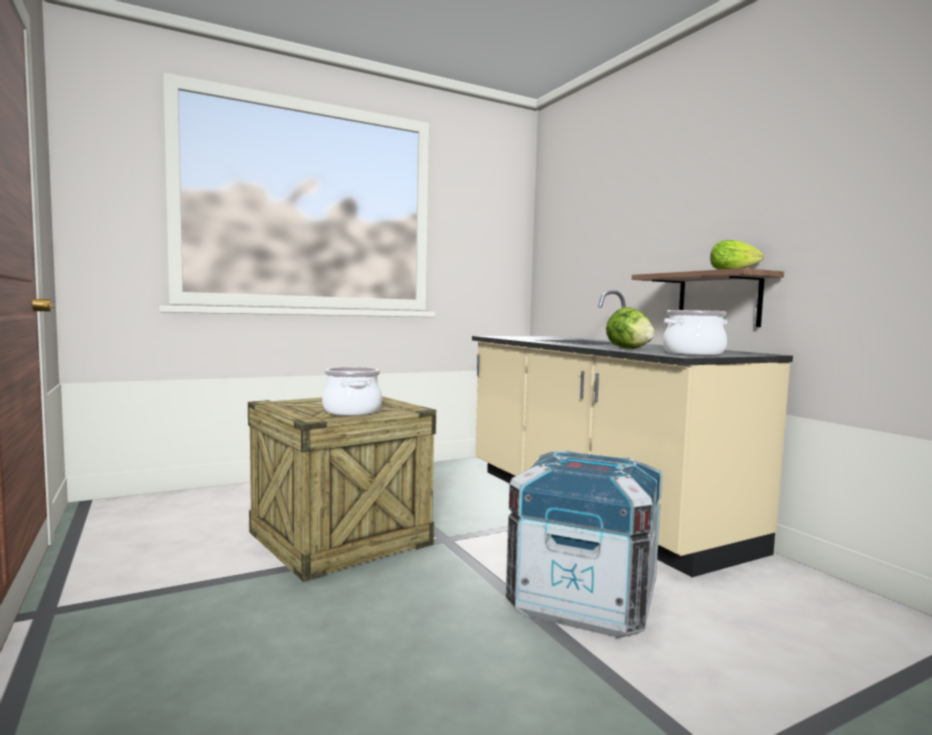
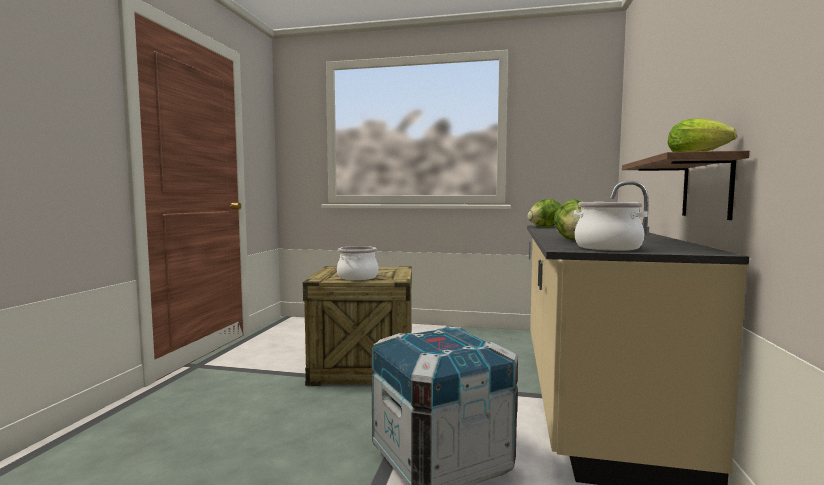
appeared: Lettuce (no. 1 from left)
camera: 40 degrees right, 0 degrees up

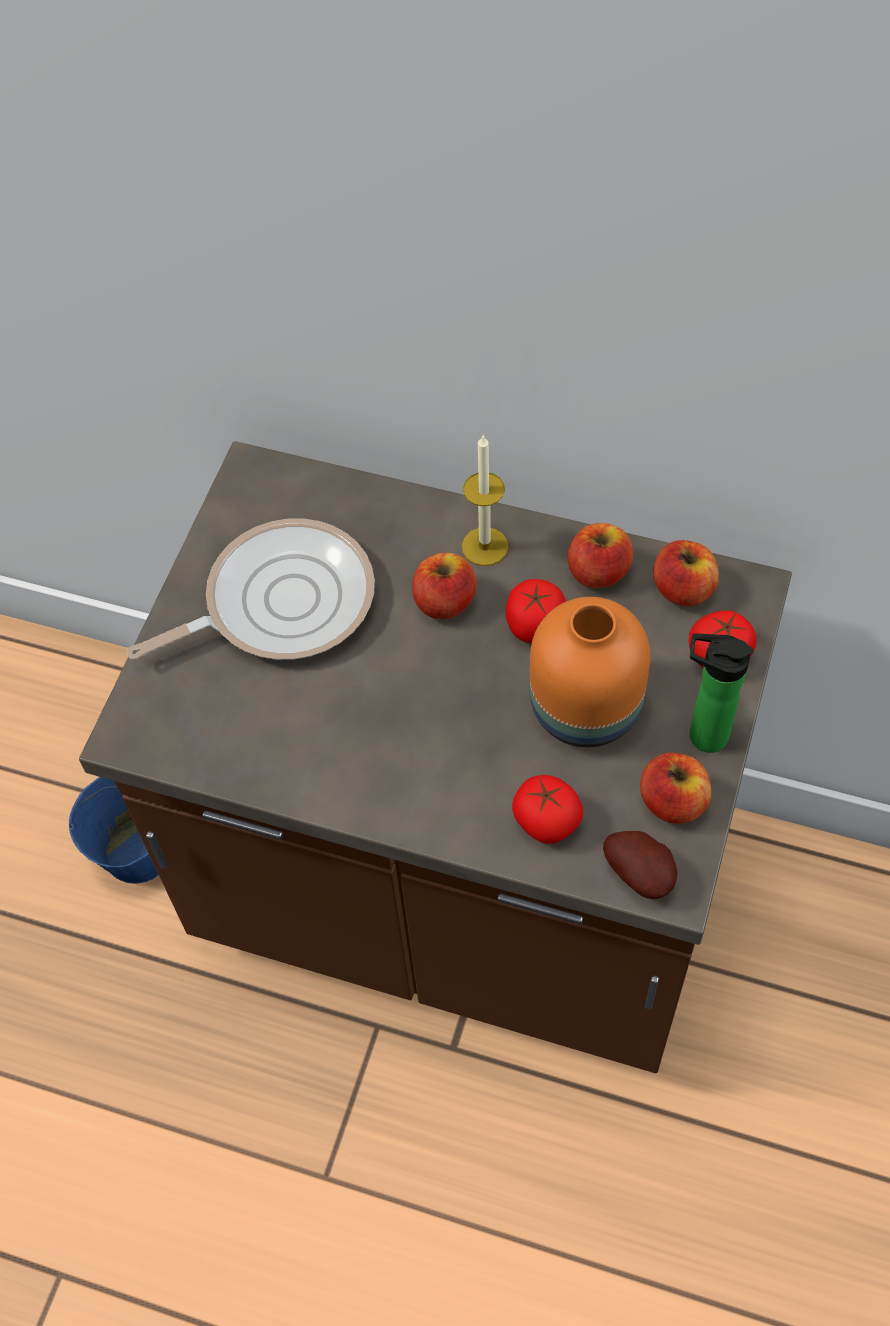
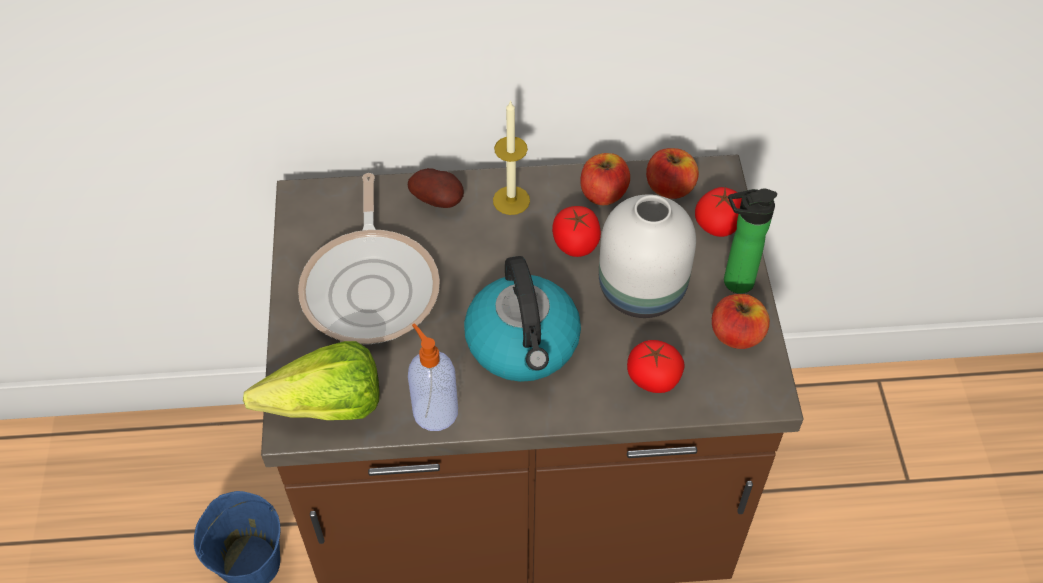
missing: AppleFruit (no. 1 from left)
appeared: Lettuce; SoapDispenser; TeaKettle
relocated: WholePotato
colour: OrangeColouredFlowerVase to WhiteFlowerVase
spun: Pan 135 degrees clockwise
camera: 25 degrees left, 5 degrees down

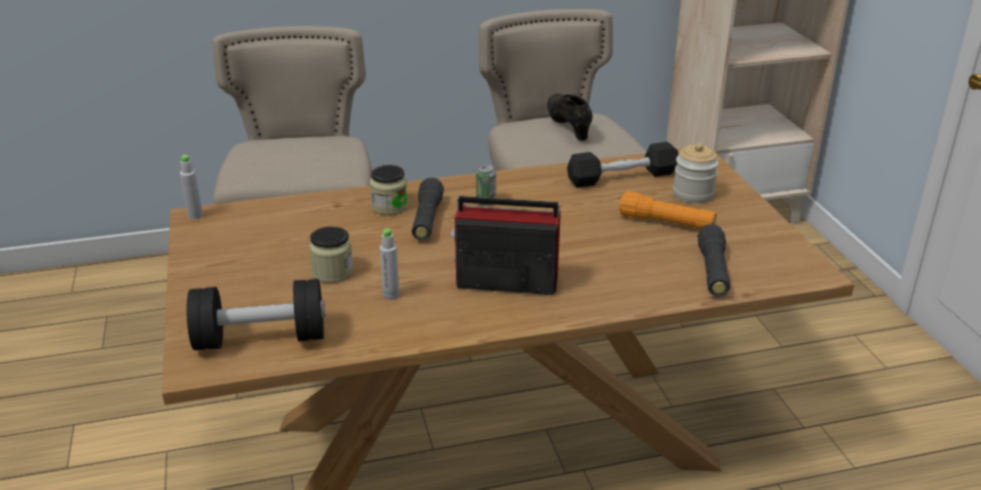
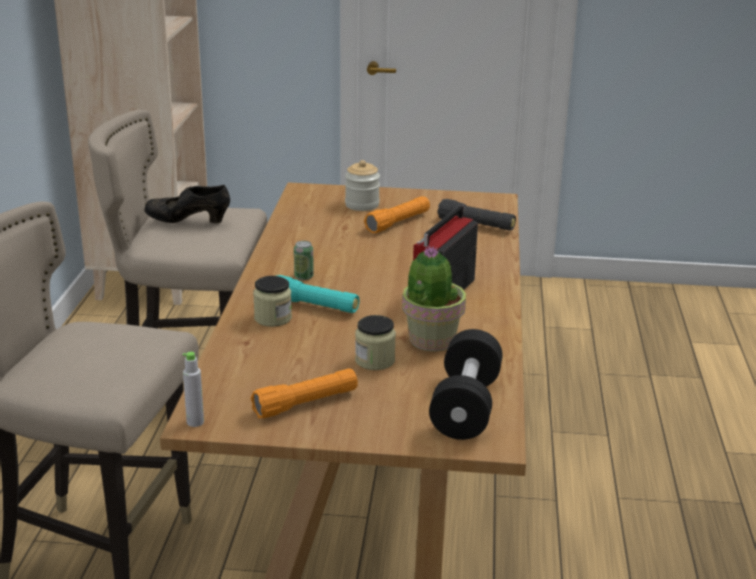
missing: BlackColouredDumbbell (no. 2 from left)
appeared: OrangeColouredHandTorch (no. 1 from left)
exchanged: GrayDrinkBottle (no. 2 from left) to PottedPlant
colour: BlackColouredHandTorch (no. 1 from left) to TurquoiseHandTorch
camera: 70 degrees left, 5 degrees down

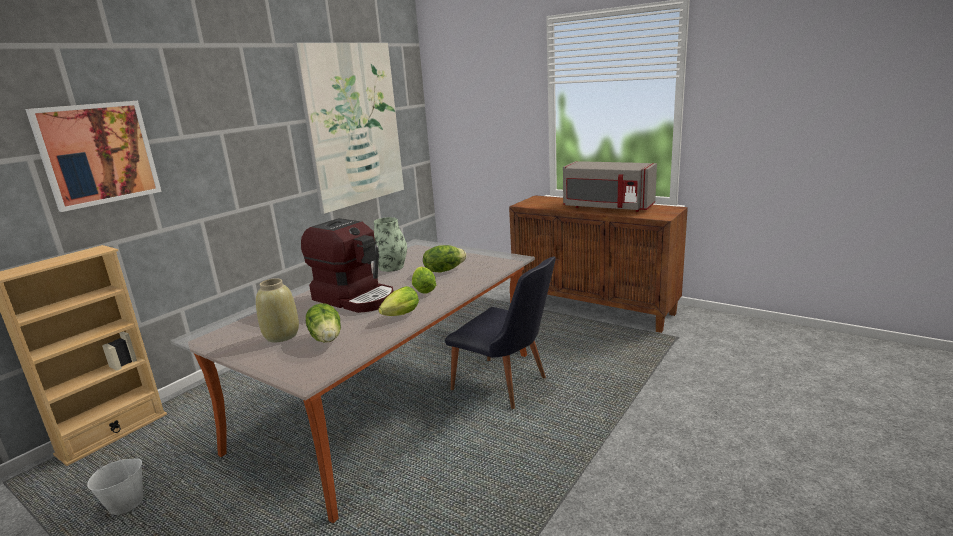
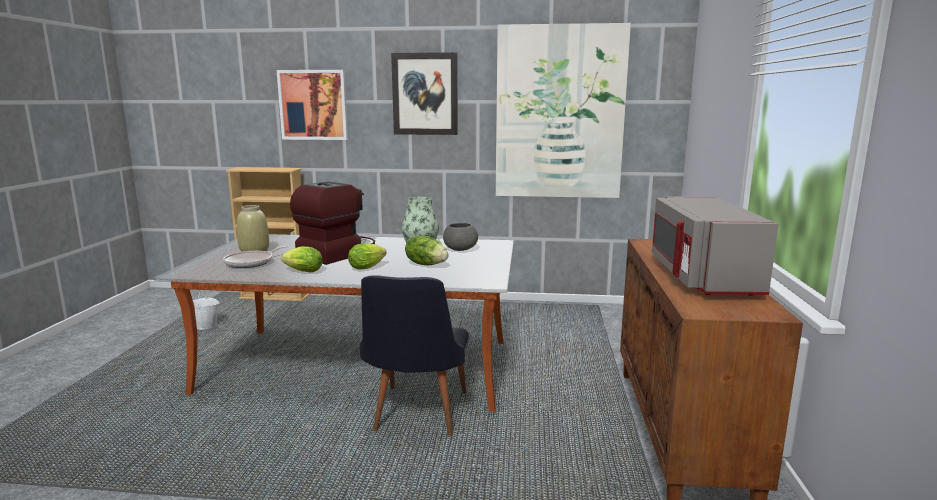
appeared: Picture (no. 2 from left); GrayServingBowl
exchanged: Lettuce (no. 1 from left) to Pan
spun: CoffeeMaker 150 degrees counterclockwise
camera: 60 degrees right, 5 degrees down

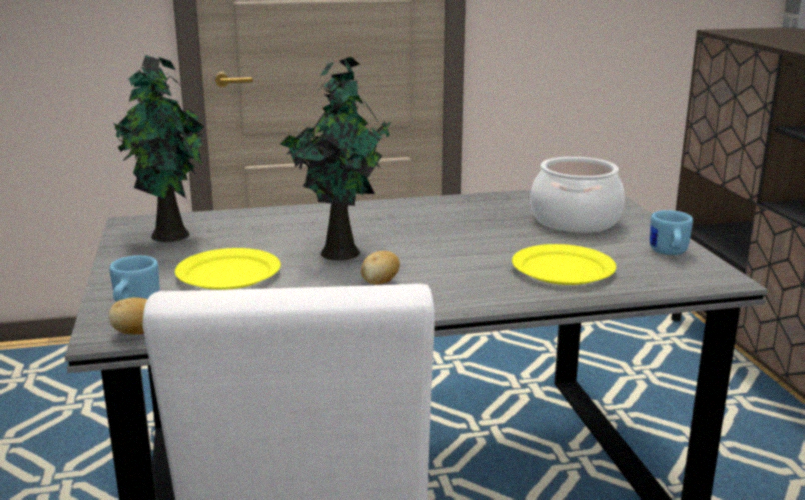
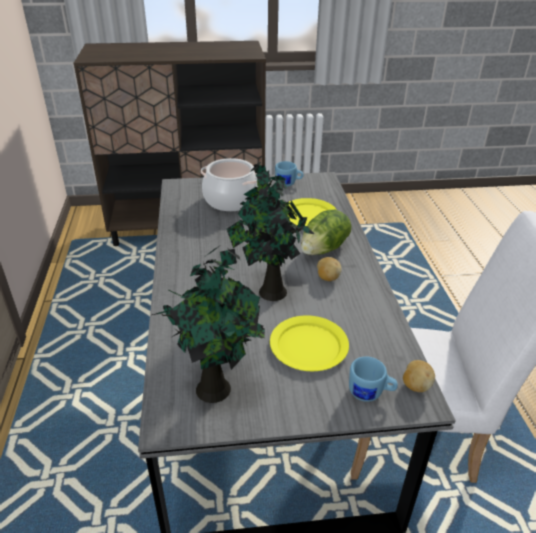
appeared: Lettuce
camera: 85 degrees left, 15 degrees up

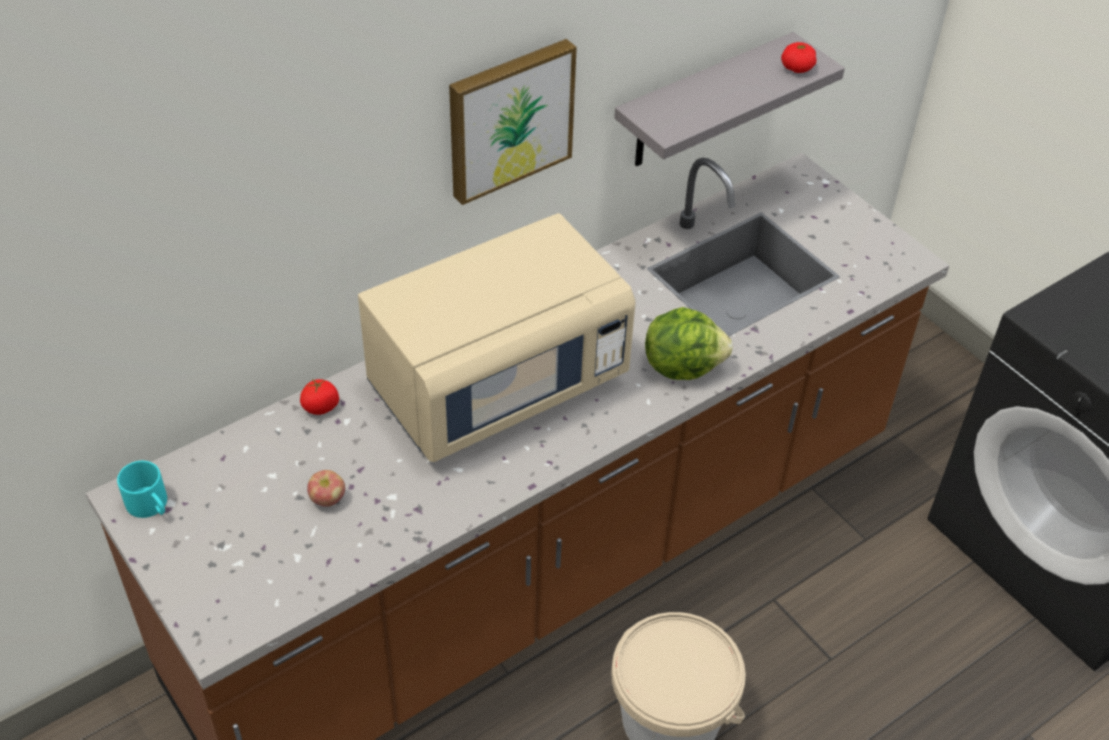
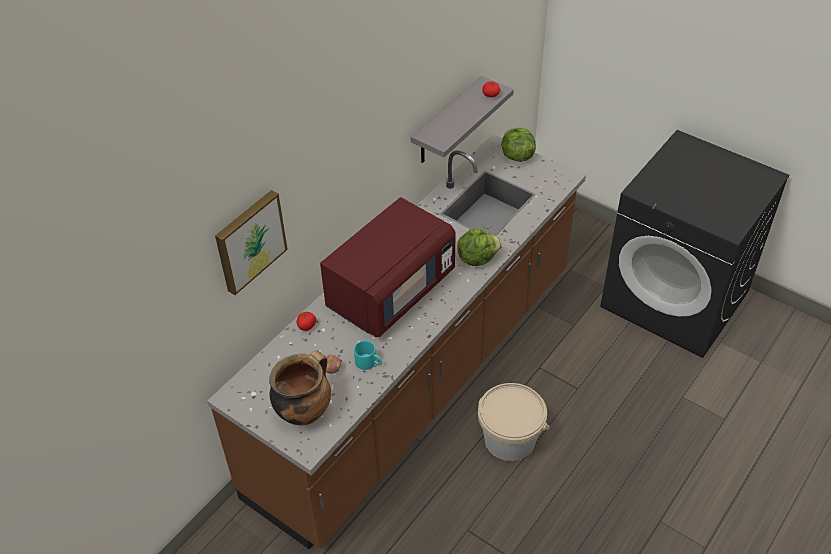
appeared: Saucepot; Lettuce (no. 2 from left)
relocated: TurquoiseMug; Picture
colour: SandColouredMicrowave to ReddishMicrowave
camera: 15 degrees left, 0 degrees up

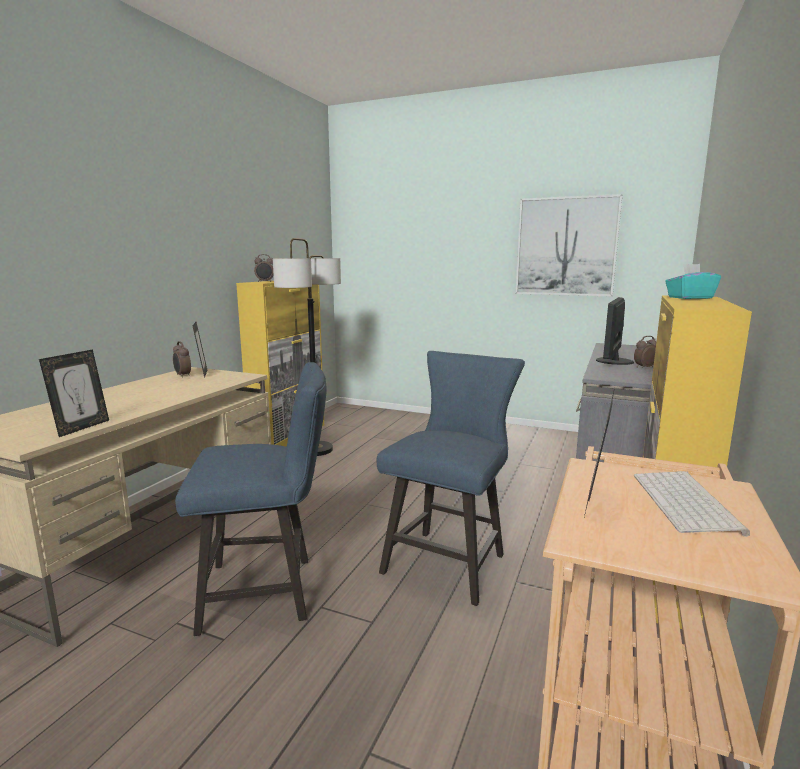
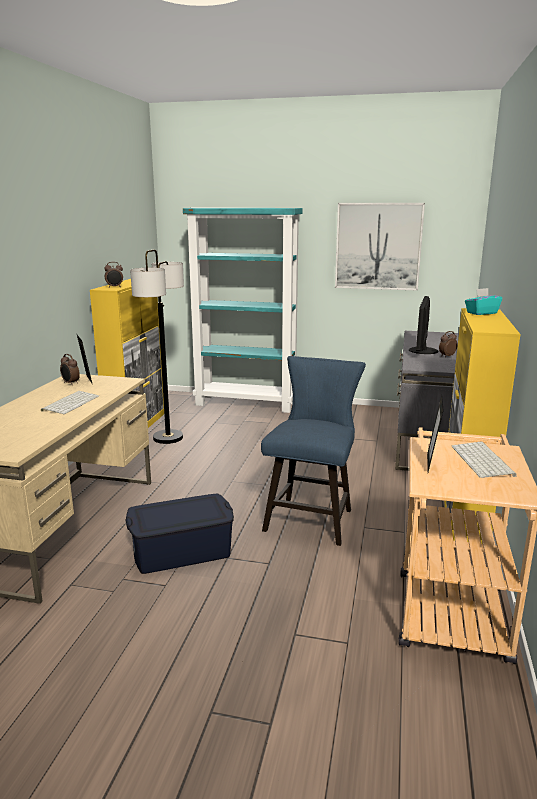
missing: StandingFrame (no. 1 from left)
appeared: Keyboard (no. 1 from left); TurquoiseBookcase
exchanged: BluishPlainChair (no. 1 from left) to BluishStorageBox
camera: 10 degrees left, 5 degrees up

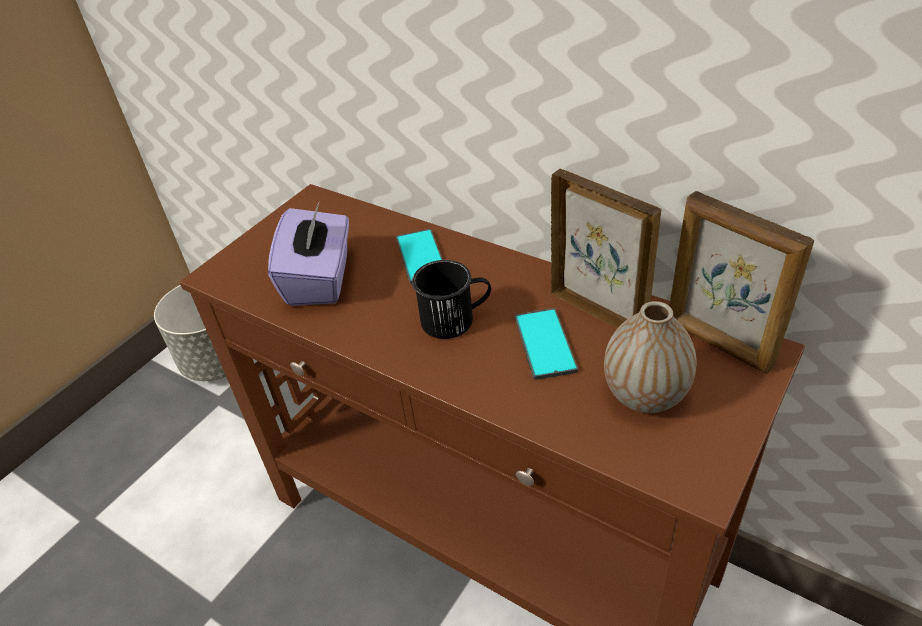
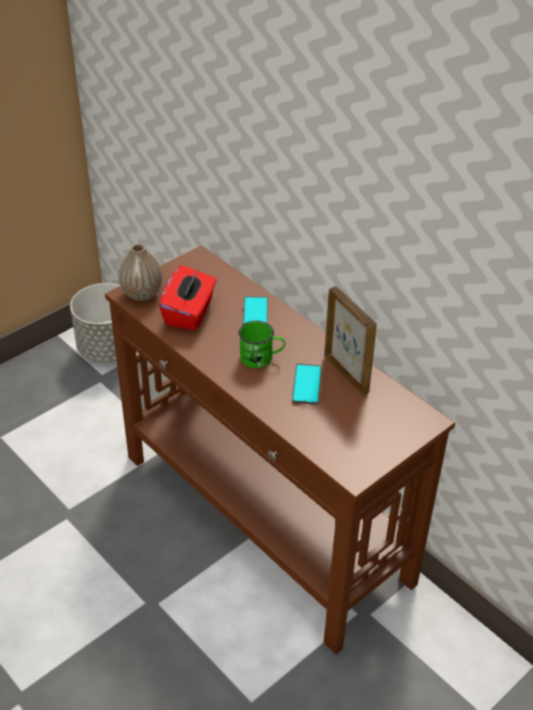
missing: StandingFrame (no. 2 from left)
relocated: FlowerVase
colour: PurpleColouredTissueBox to ReddishTissueBox; BlackColouredMug to GreenMug
camera: 10 degrees right, 0 degrees up

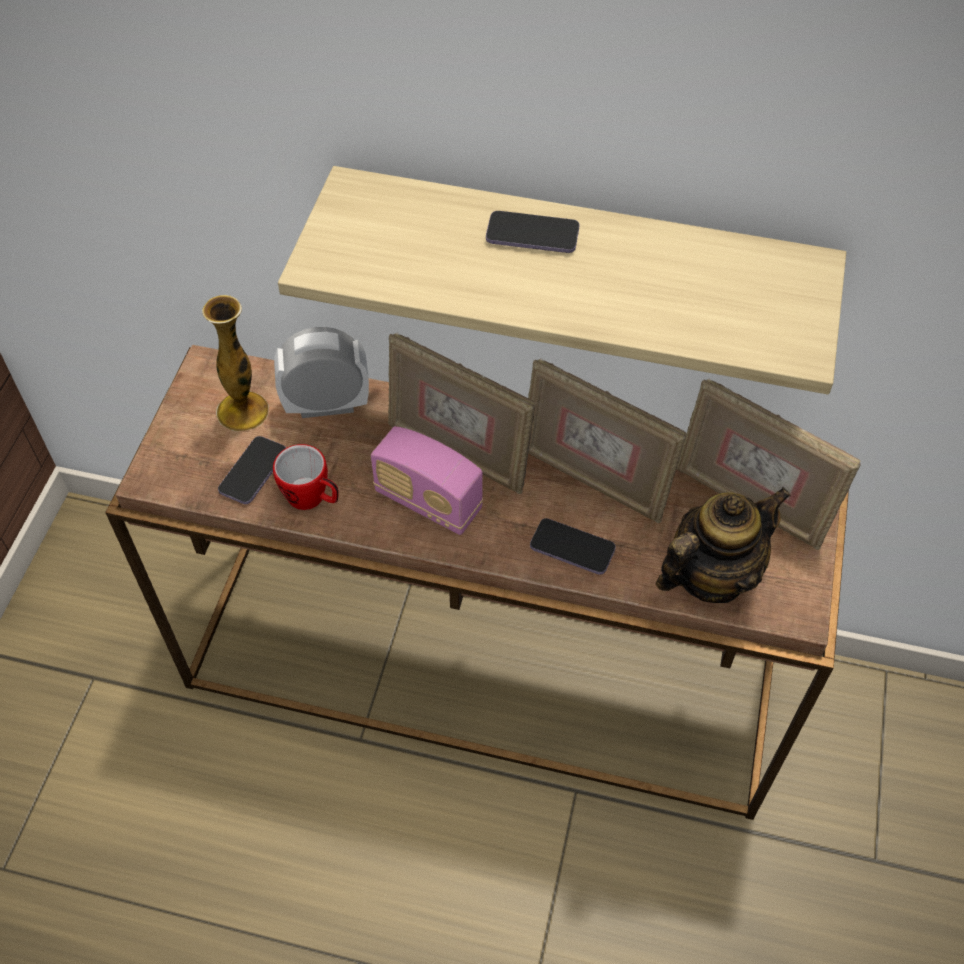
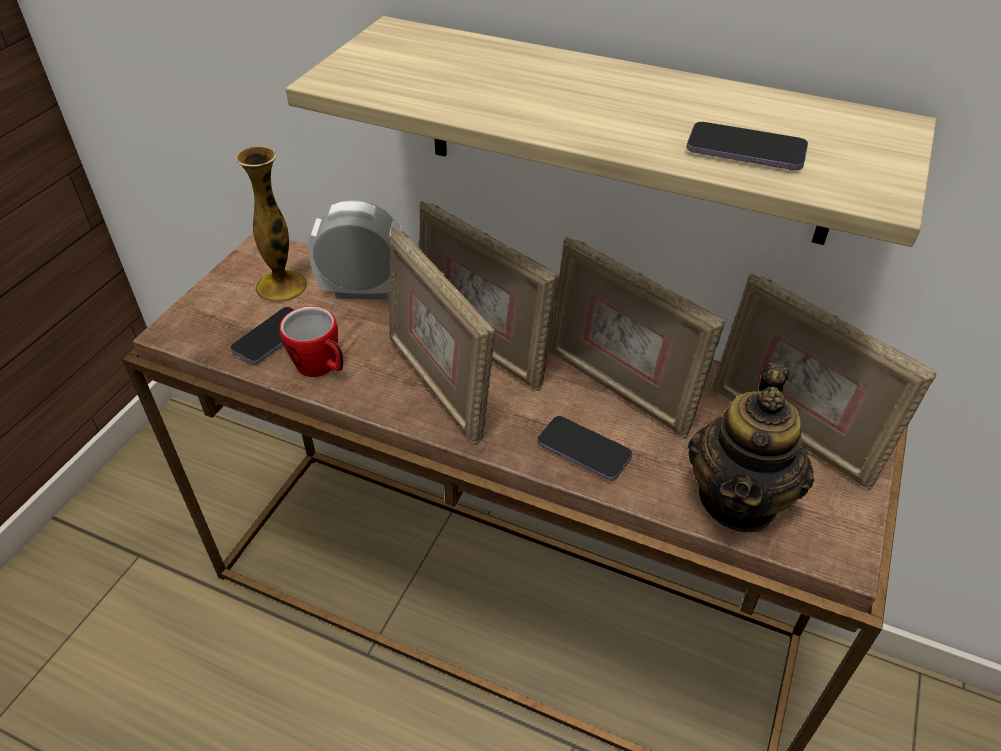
relocated: Telephone (no. 2 from left in the first image) to Telephone (no. 3 from left)
exchanged: RadioSet to StandingFrame (no. 1 from left)
spun: TeaPot 135 degrees clockwise
camera: 10 degrees right, 10 degrees down

